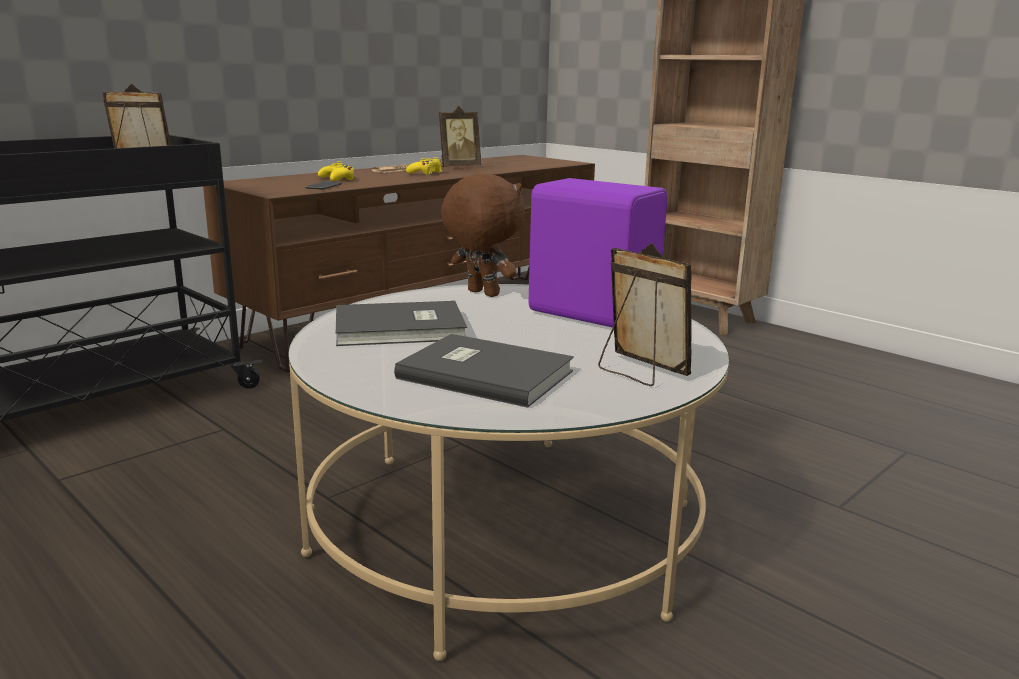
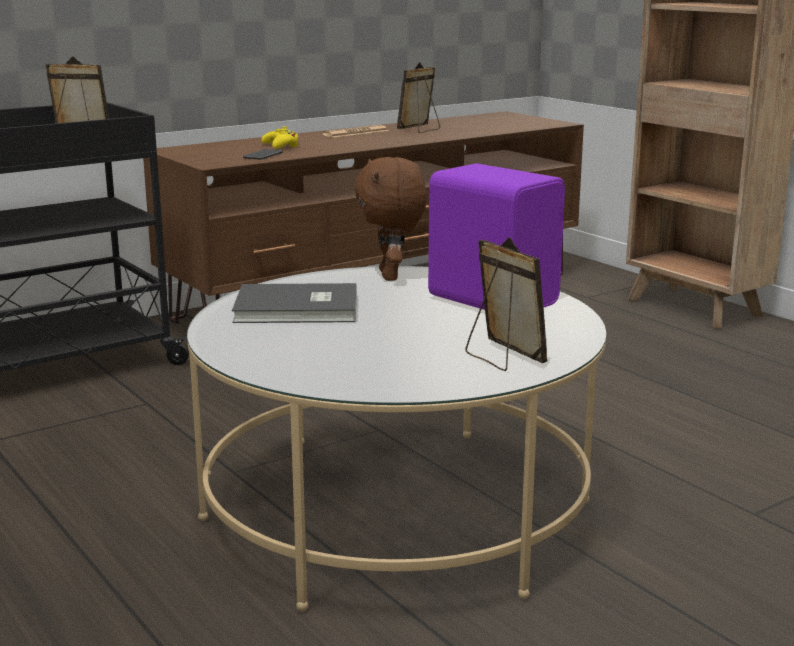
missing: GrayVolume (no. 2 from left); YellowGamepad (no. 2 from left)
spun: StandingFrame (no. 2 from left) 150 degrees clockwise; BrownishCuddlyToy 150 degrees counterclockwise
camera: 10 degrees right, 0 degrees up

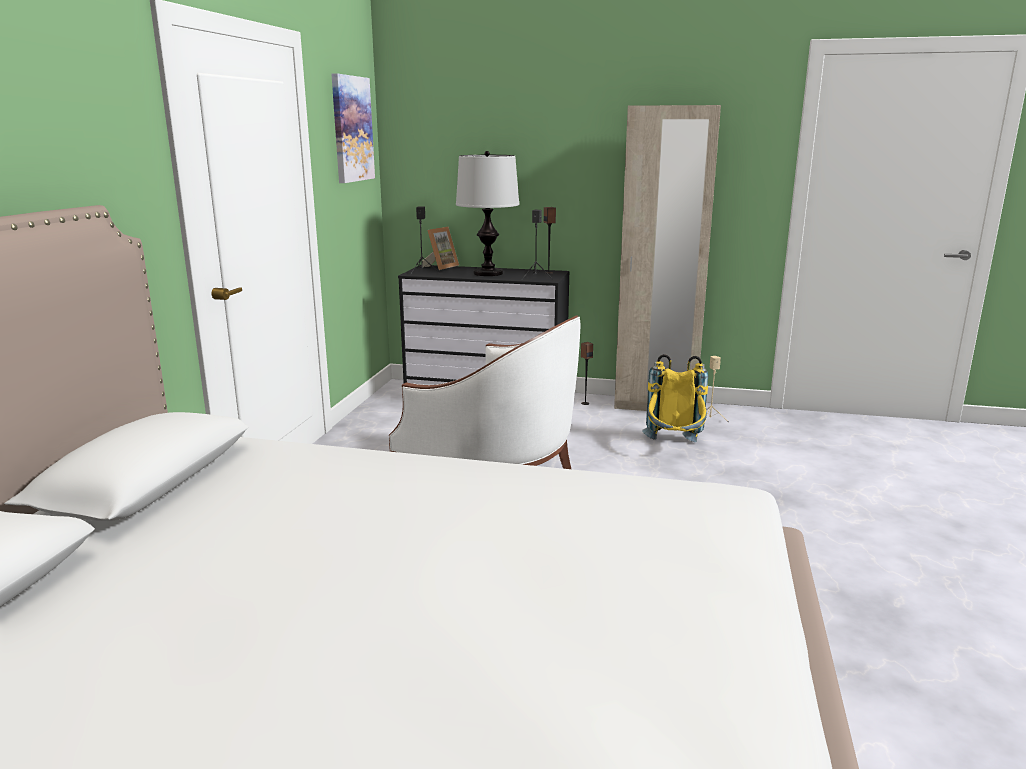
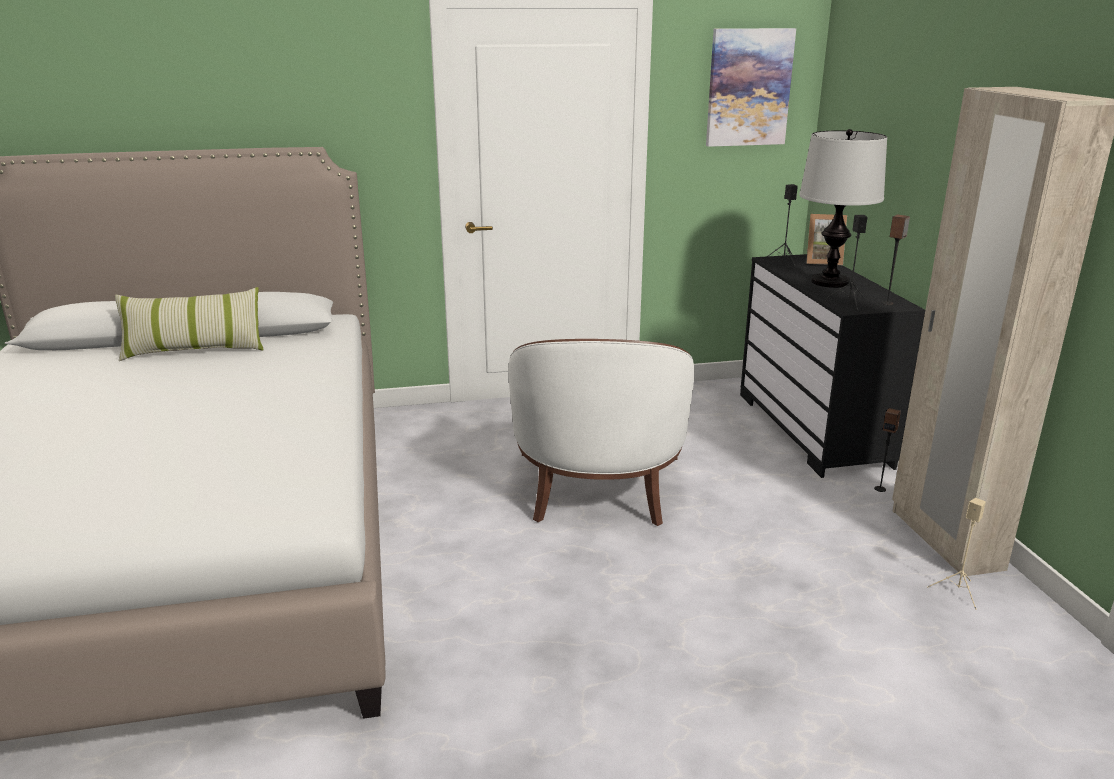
missing: YellowBackpack
appeared: Pillow
camera: 65 degrees right, 5 degrees up

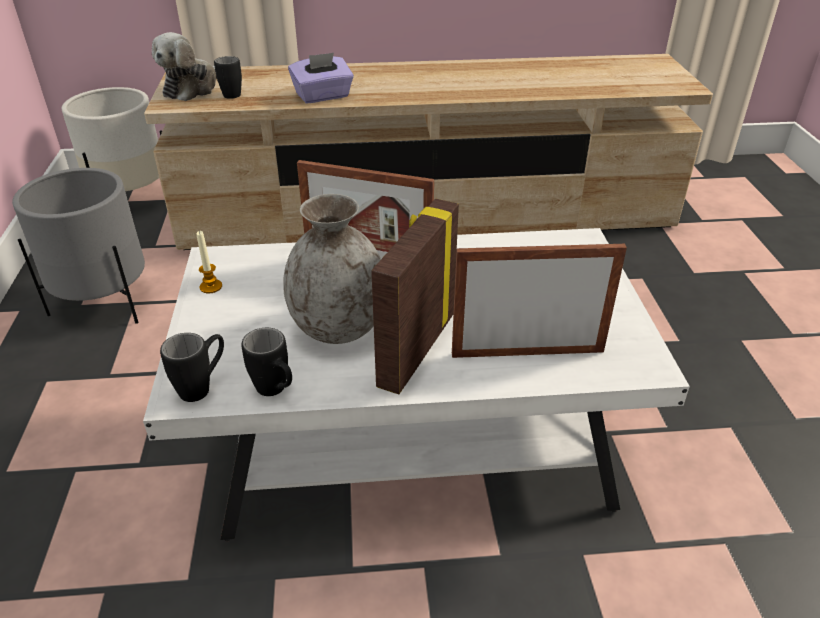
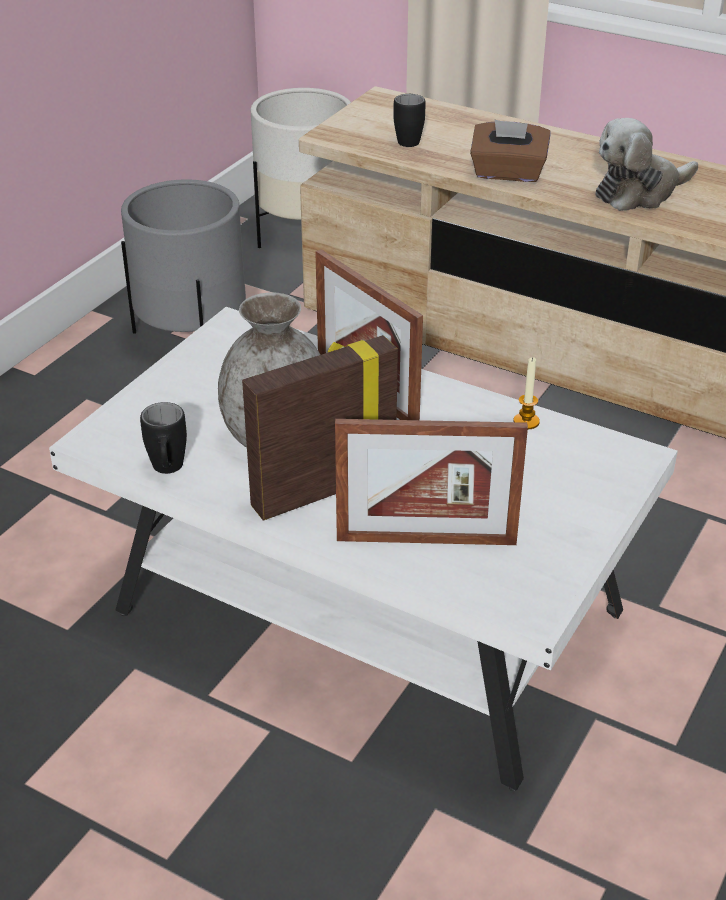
missing: BlackColouredMug (no. 1 from left)
relocated: CuddlyToy; WaxCandle
colour: PurpleColouredTissueBox to BrownishTissueBox
spun: StandingFrame (no. 3 from left) 150 degrees clockwise
camera: 35 degrees right, 0 degrees up

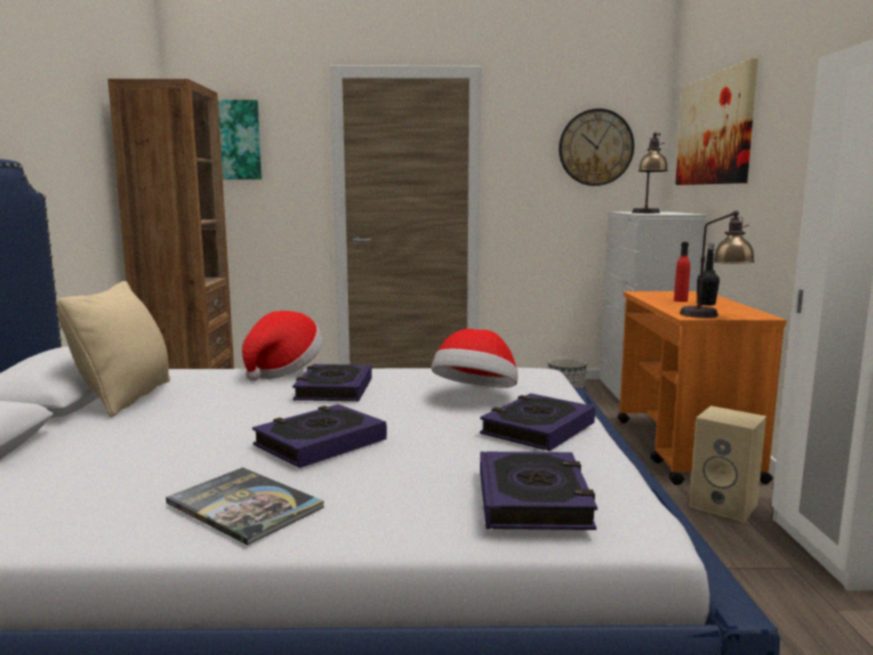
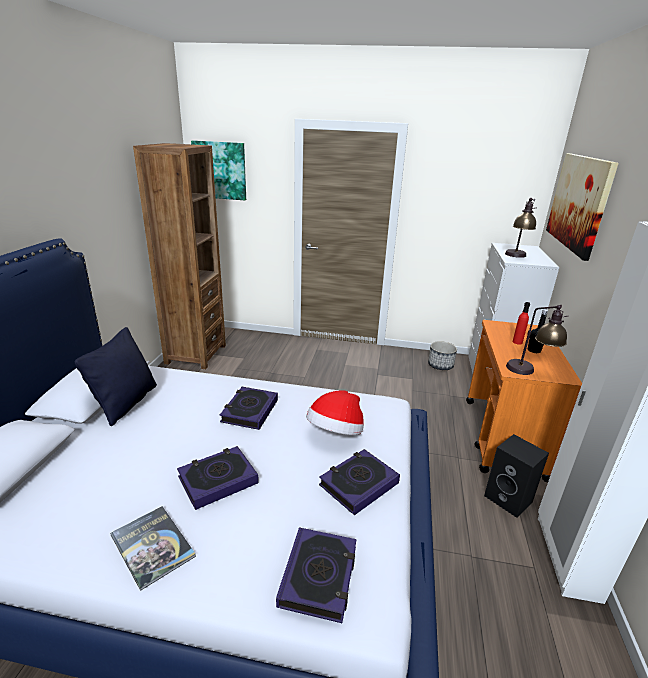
missing: ClothingHat (no. 1 from left); ClockOnTheWall
colour: SandColouredPillow to BlackColouredPillow; SandColouredAudioSpeaker to BlackColouredAudioSpeaker
camera: 10 degrees right, 15 degrees up

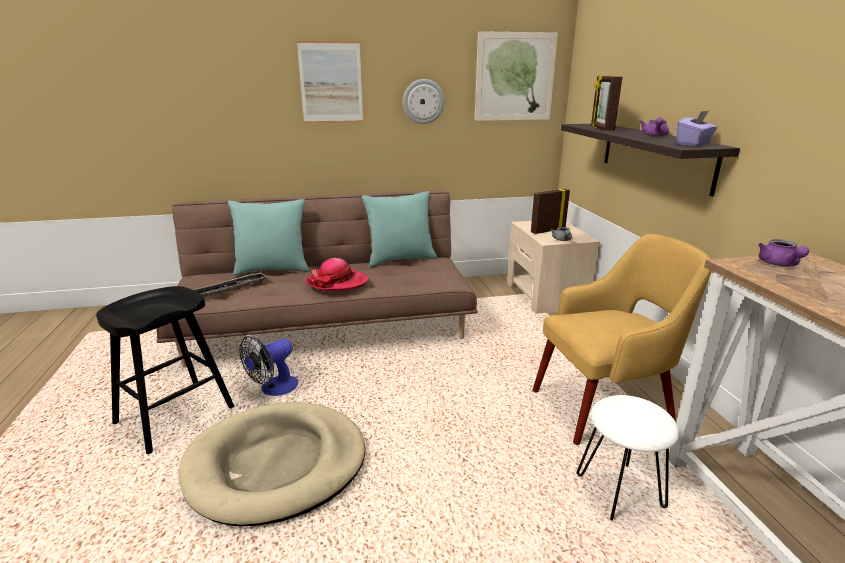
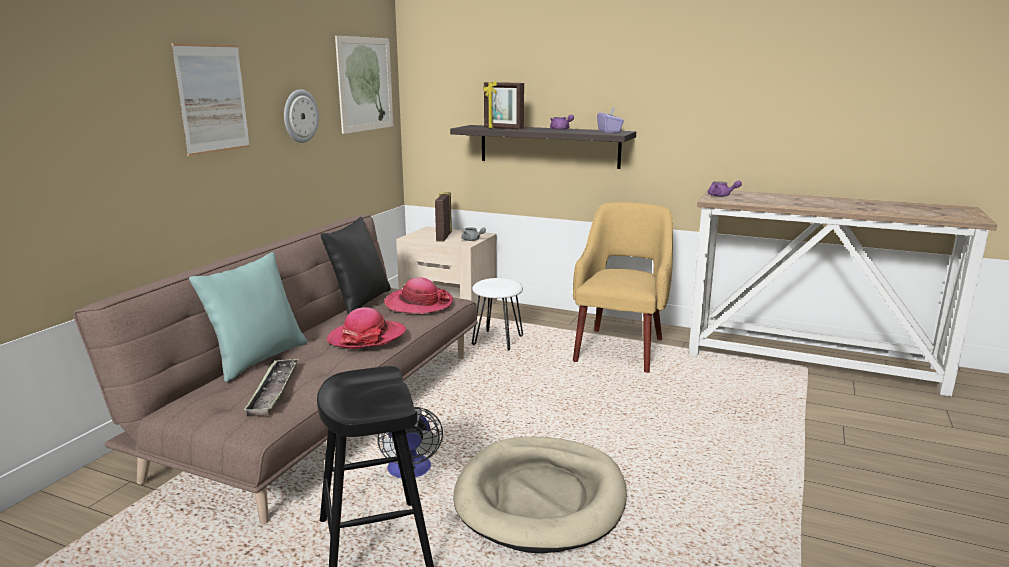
appeared: ClothingHat (no. 2 from left)
relocated: WhiteStool
colour: TurquoisePillow (no. 2 from left) to BlackColouredPillow
camera: 55 degrees left, 5 degrees down

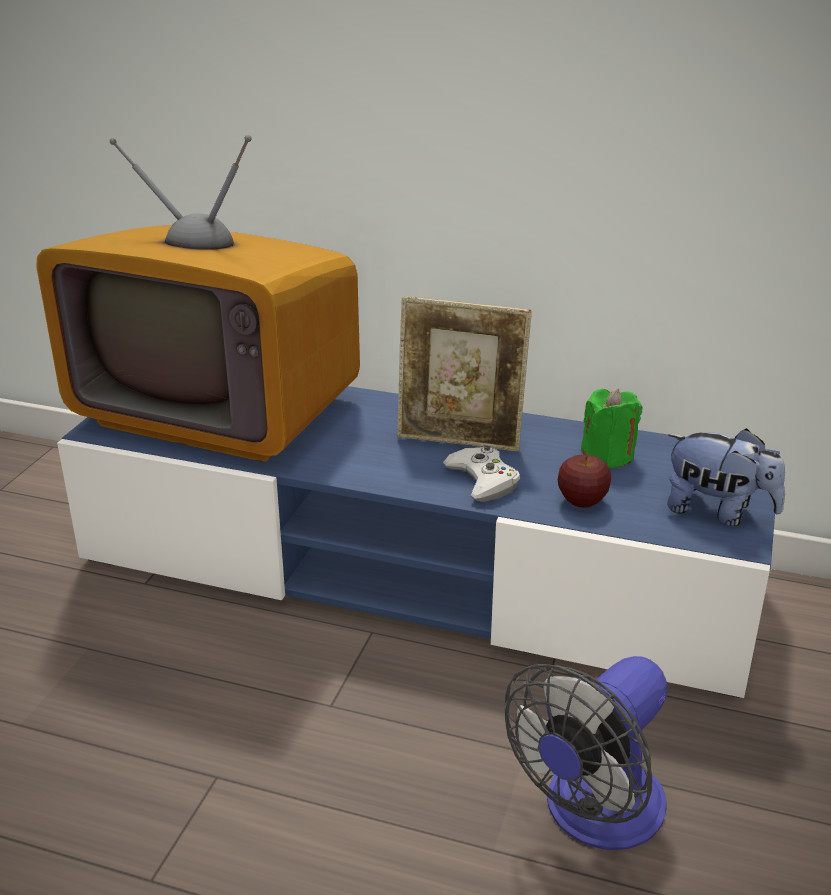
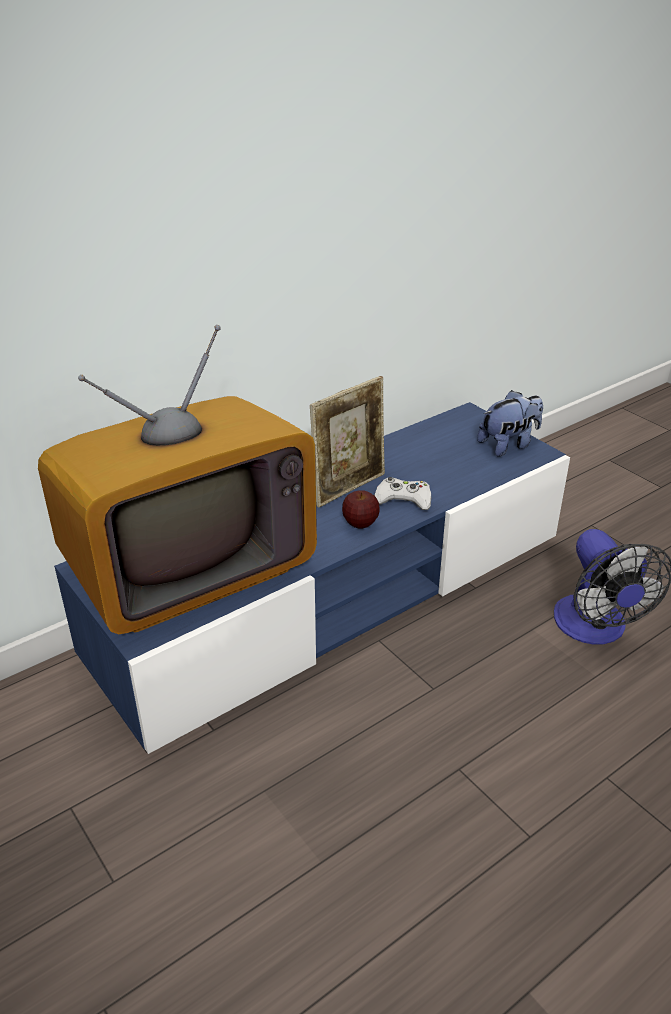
missing: GreenWaxCandle
relocated: AppleFruit
camera: 55 degrees left, 5 degrees up

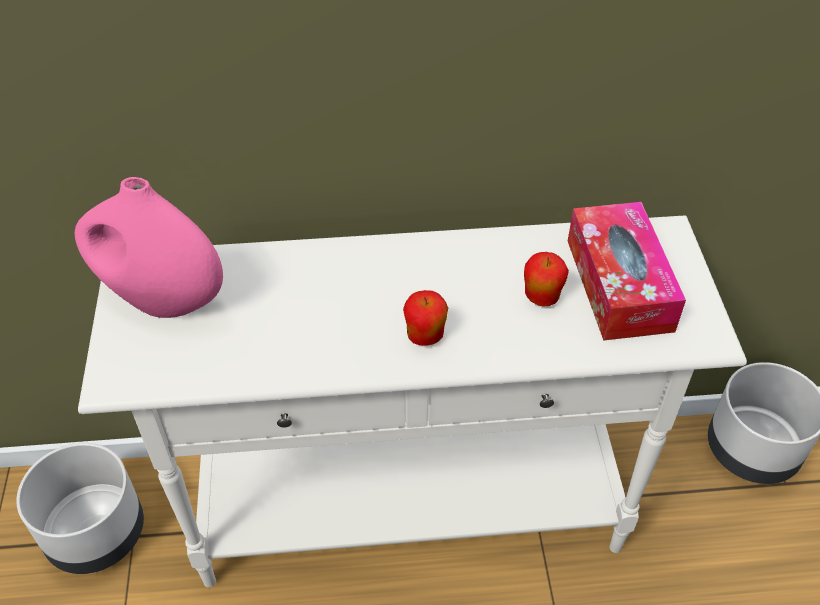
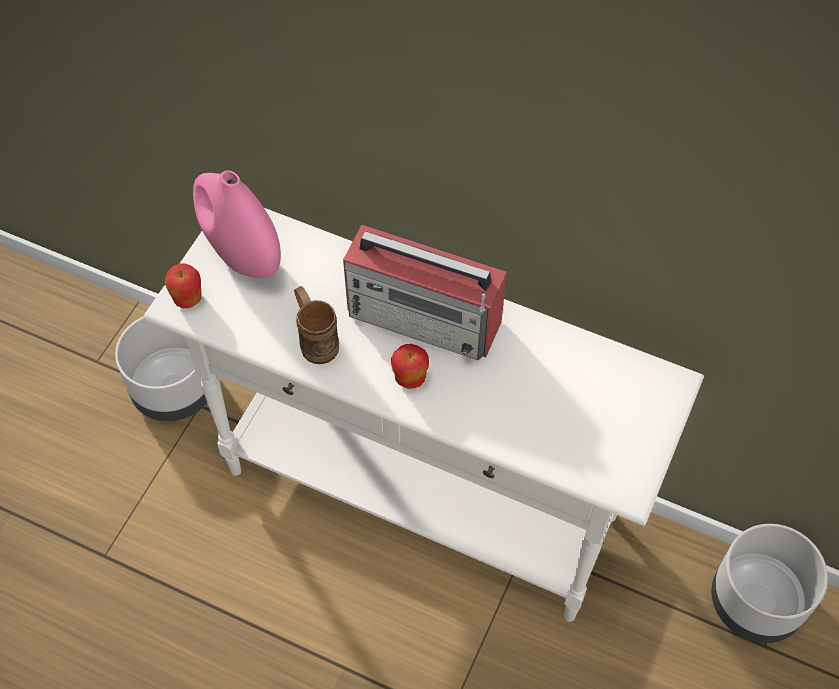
missing: TissueBox
appeared: BrownishMug; RadioSet
relocated: AppleFruit (no. 2 from left in the first image) to AppleFruit (no. 1 from left)
camera: 30 degrees right, 10 degrees up

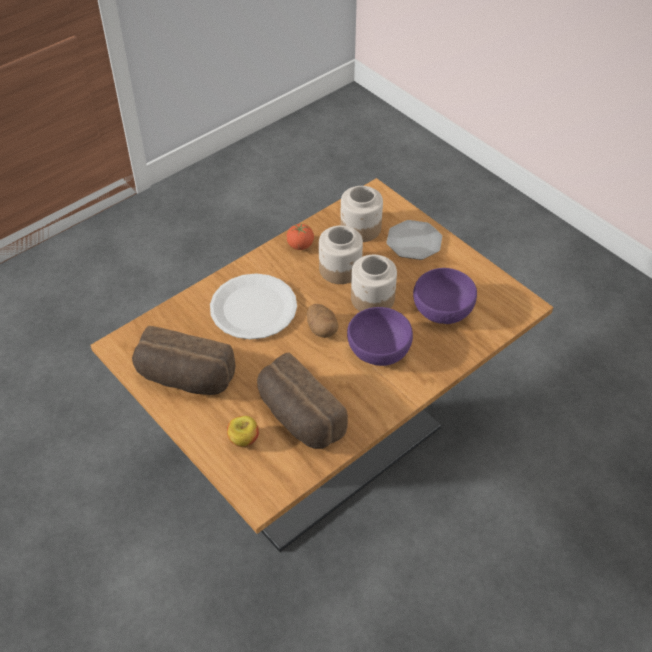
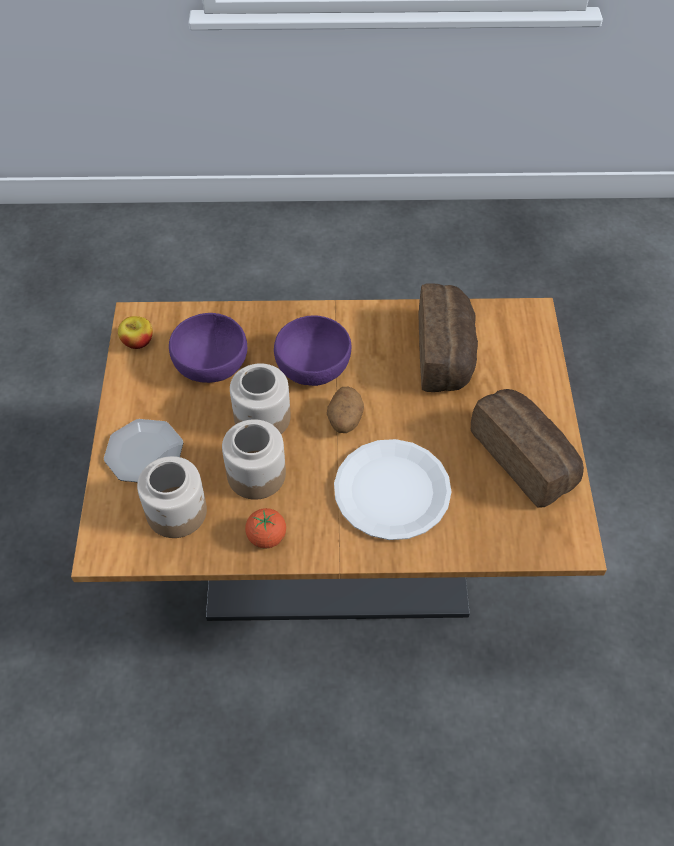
relocated: AppleFruit
camera: 140 degrees left, 5 degrees up

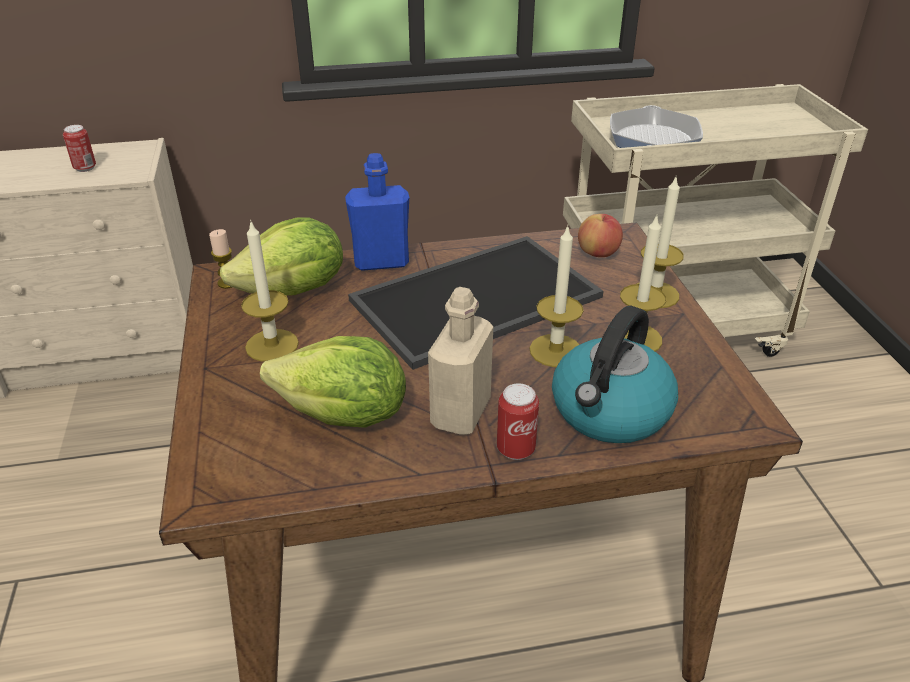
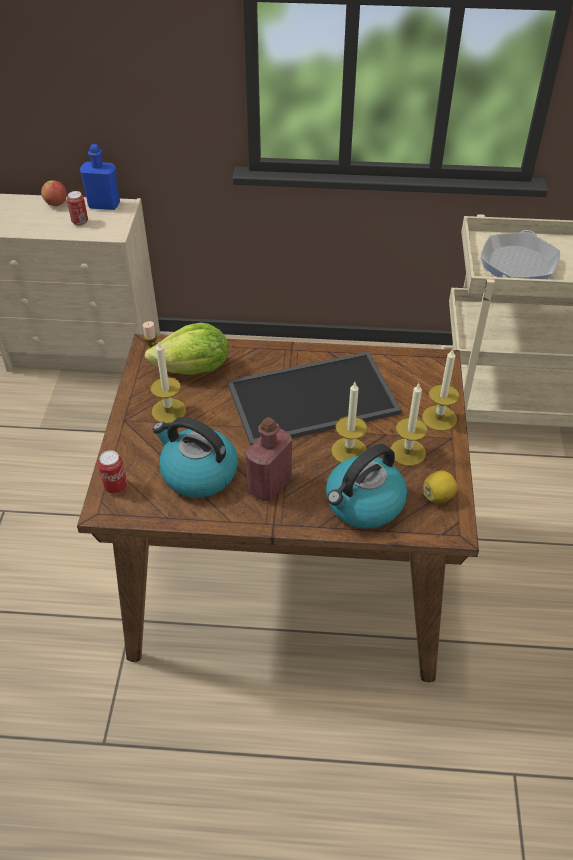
appeared: WholeLemon
relocated: BluishDrinkBottle; SealedCan (no. 2 from left); AppleFruit
exchanged: Lettuce (no. 2 from left) to TeaKettle (no. 1 from left)
colour: SandColouredDrinkBottle to ReddishDrinkBottle
camera: 15 degrees right, 10 degrees up

